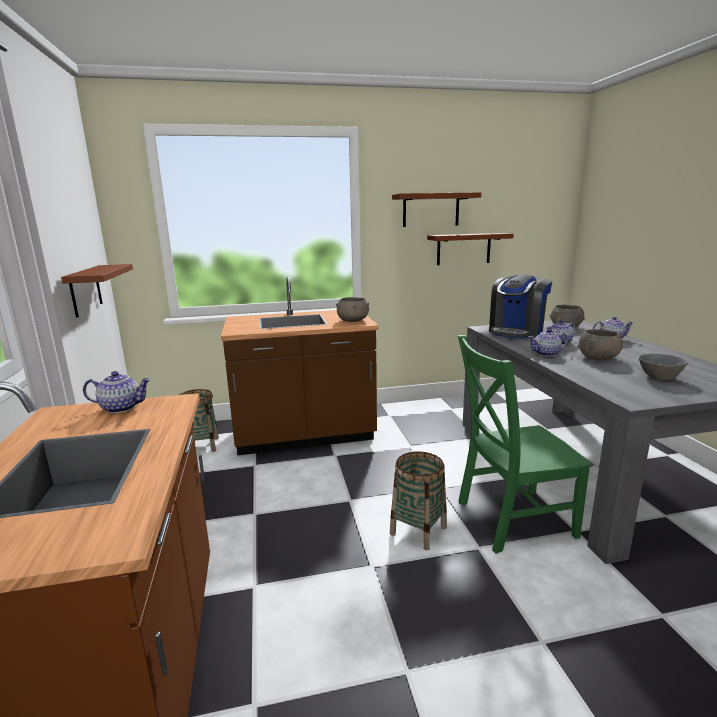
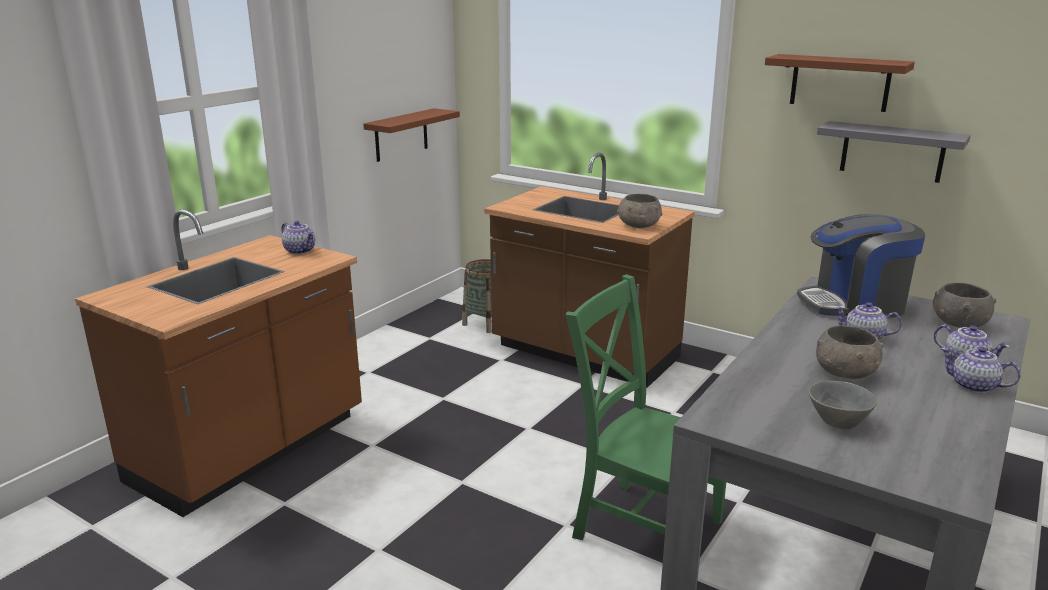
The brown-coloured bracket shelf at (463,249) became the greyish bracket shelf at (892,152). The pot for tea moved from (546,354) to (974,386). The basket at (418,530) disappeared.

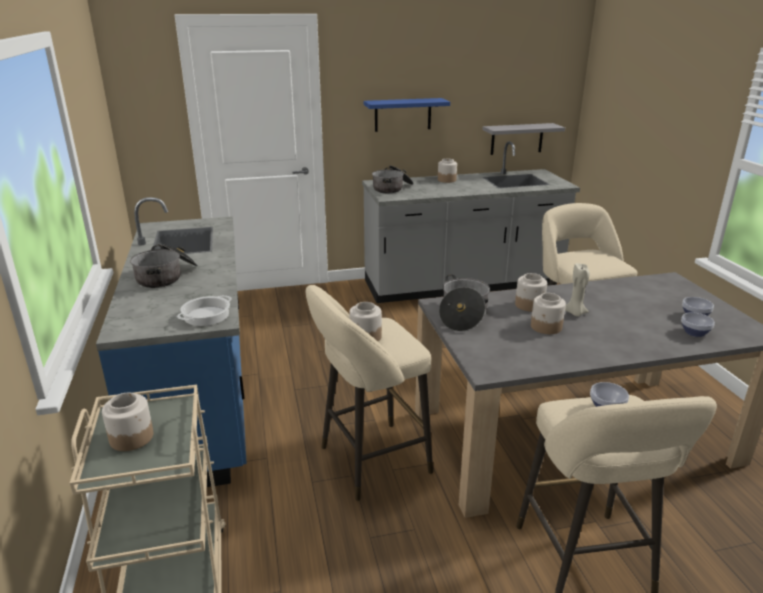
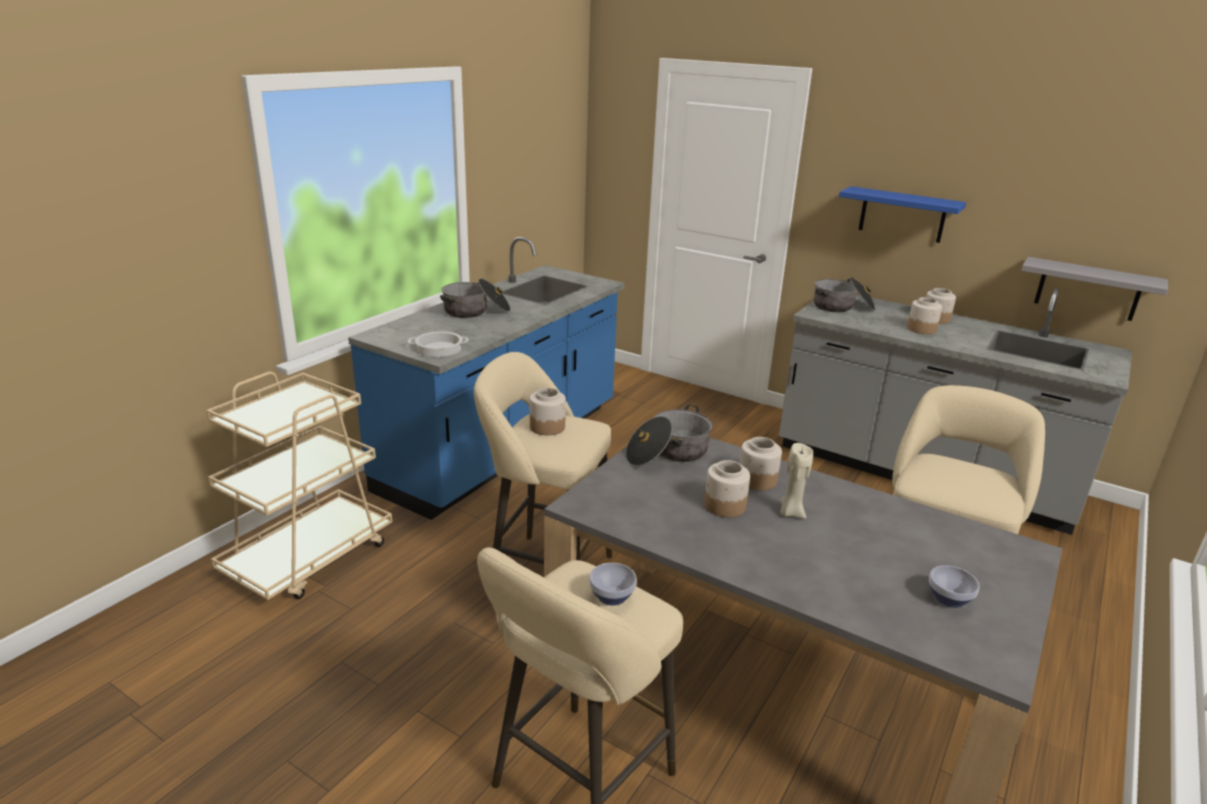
The preserve jar moved from (132,437) to (921,329). The bowl at (694,332) disappeared.

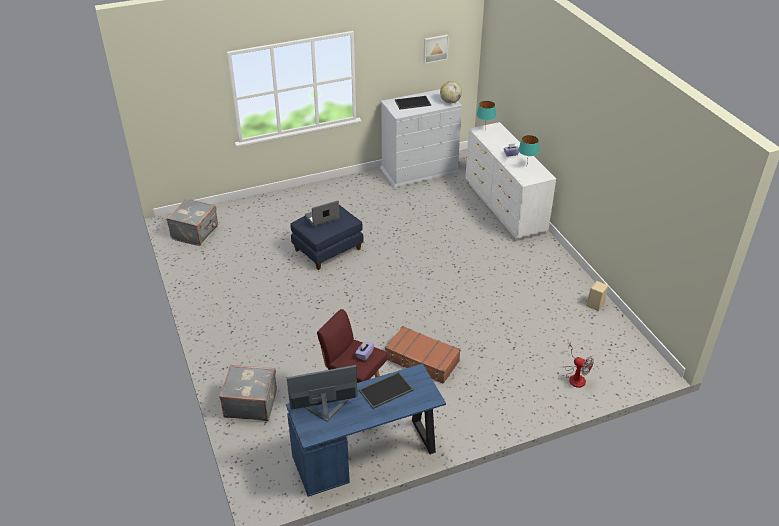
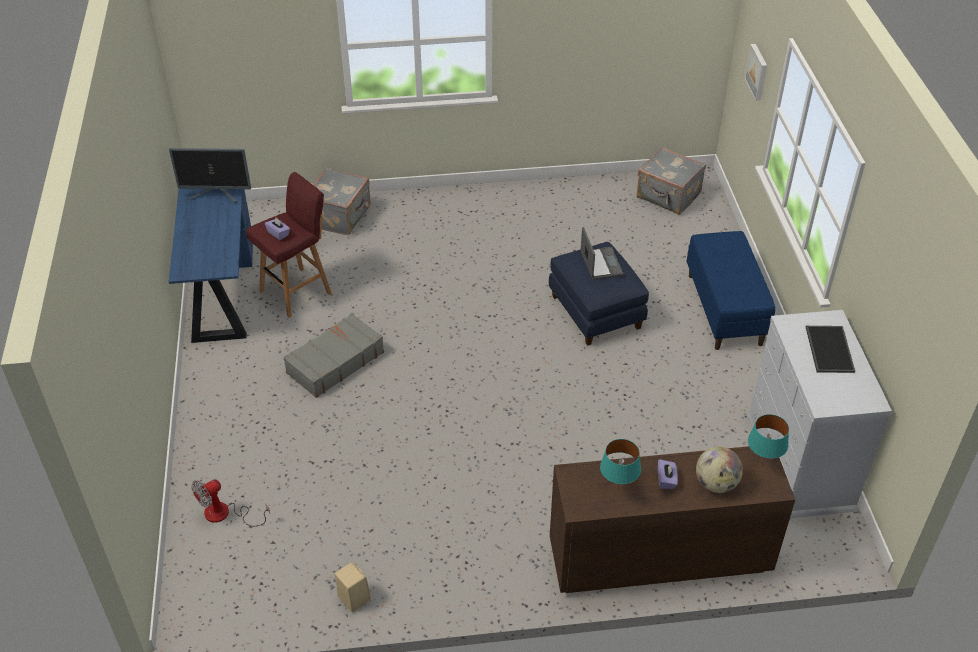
The computer display at (324,410) turned 90 degrees clockwise. The brown-coloured suitcase at (422,360) became the greyish suitcase at (334,362). The white drawer chest at (504,208) became the brown-coloured drawer chest at (658,558). The bluish indoor bench at (725,309) appeared. The world globe moved from (450,101) to (716,484). The wall art moved from (435,48) to (758,72). The carrying tray at (386,391) disappeared.

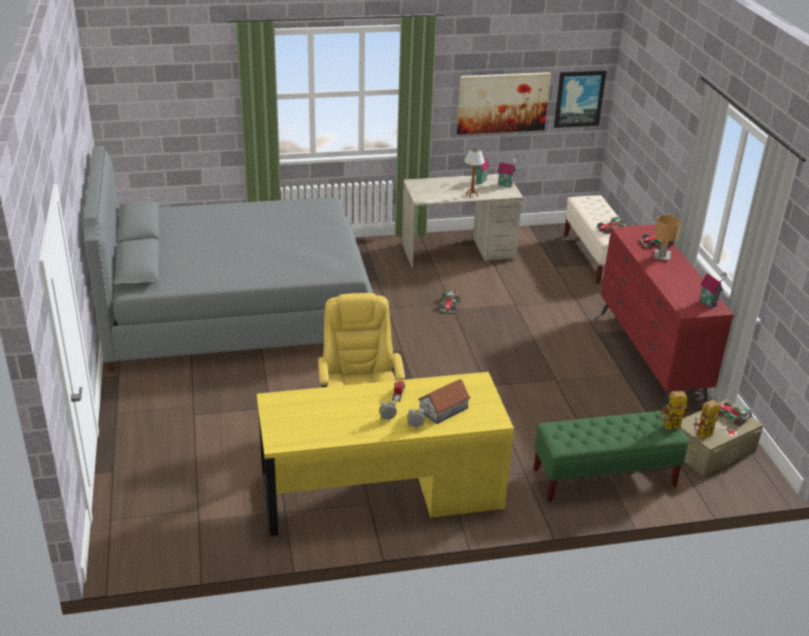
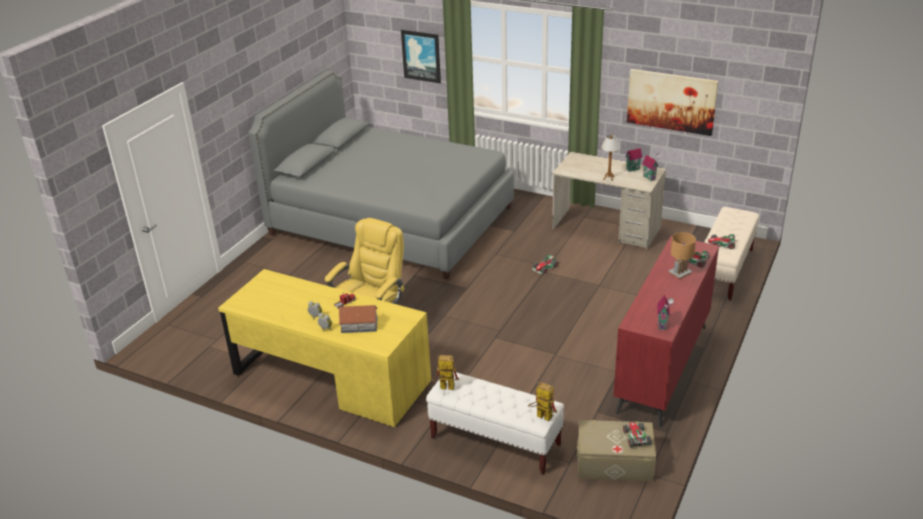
The wall art moved from (579,98) to (421,56). The green indoor bench at (603,478) became the white indoor bench at (495,441). The toy robot moved from (702,437) to (443,387).

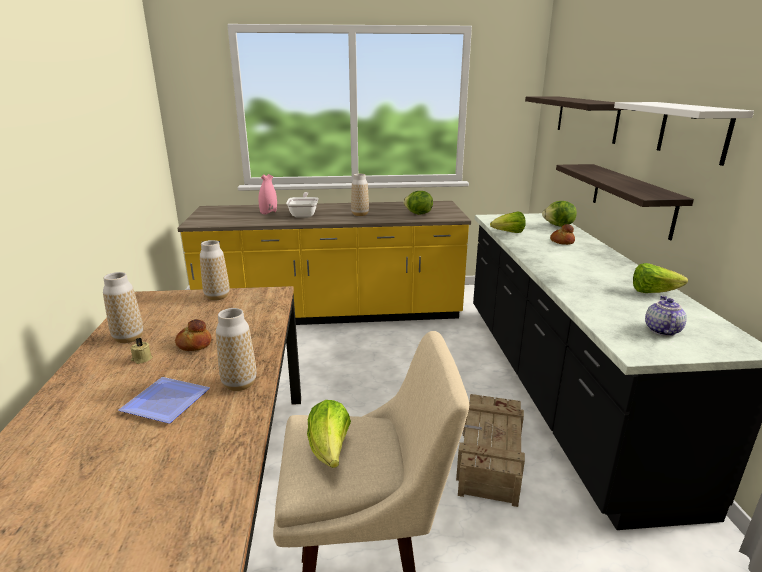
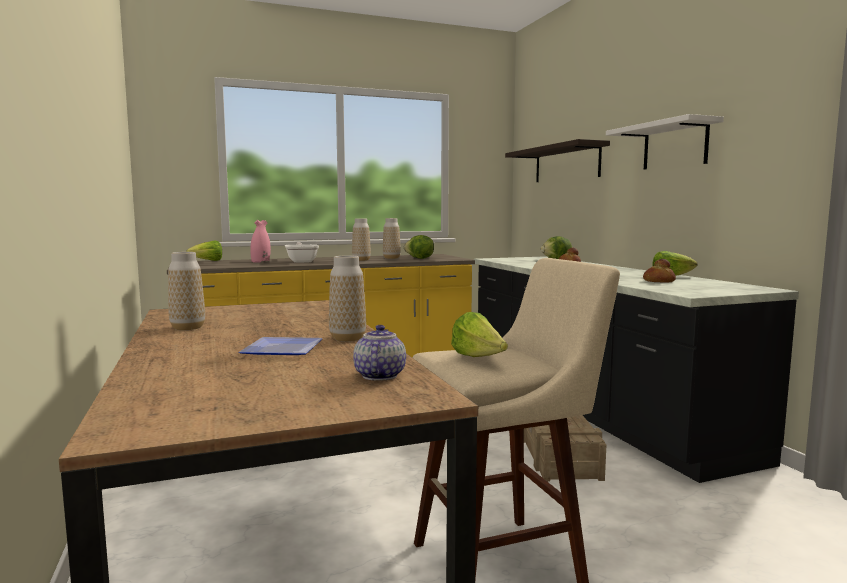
The lettuce moved from (508,233) to (208,261). The pot for tea moved from (661,330) to (378,375). The flower vase moved from (217,296) to (391,258). The bread moved from (193,344) to (658,281). The beige-coloured wax light at (141,359) disappeared. The bracket shelf at (631,199) disappeared.

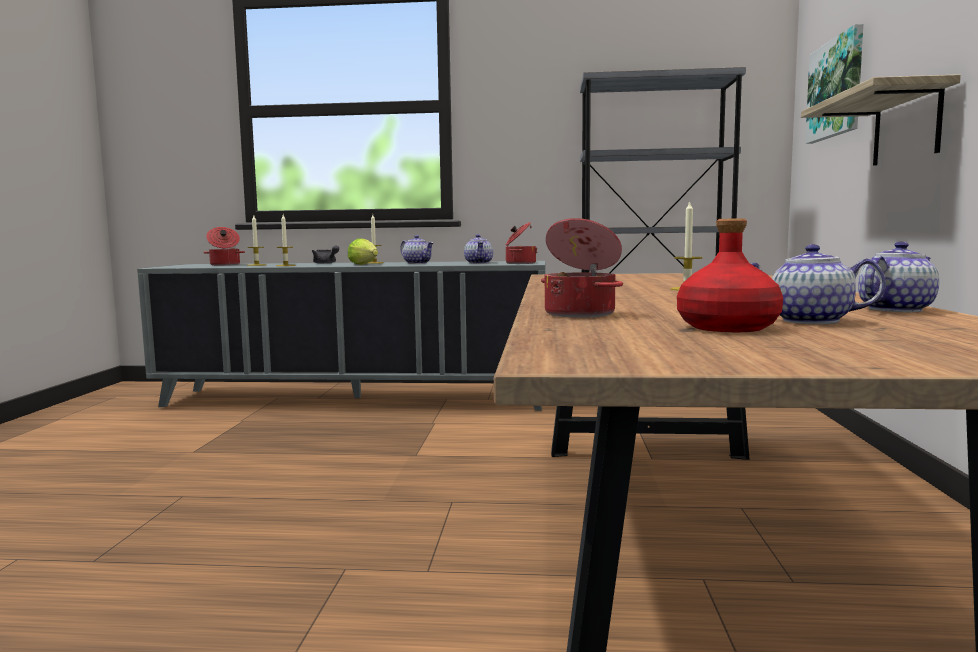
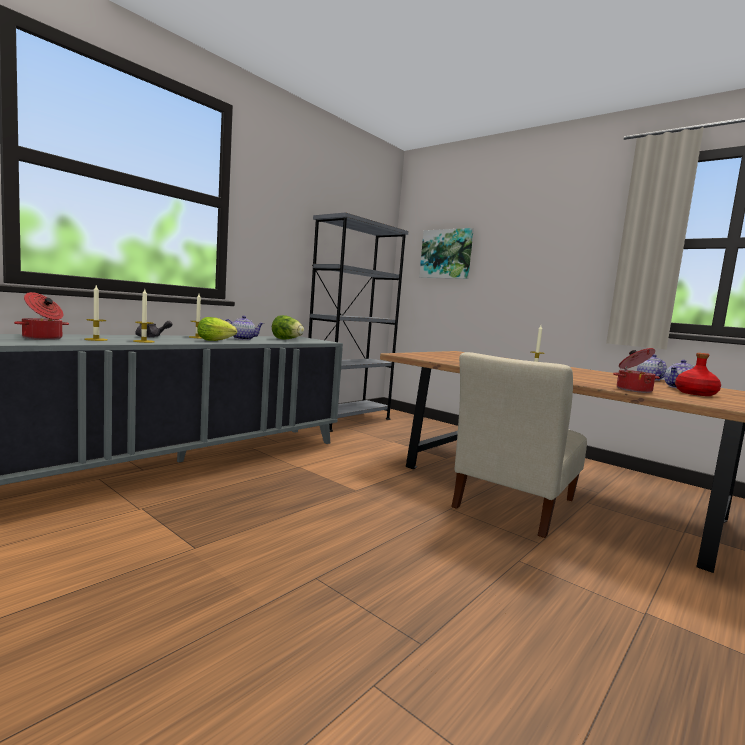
The pot for tea at (479,263) was replaced by the lettuce at (287,339). The beige-coloured chair at (513,506) appeared. The stockpot at (519,263) disappeared. The bracket shelf at (906,127) disappeared.

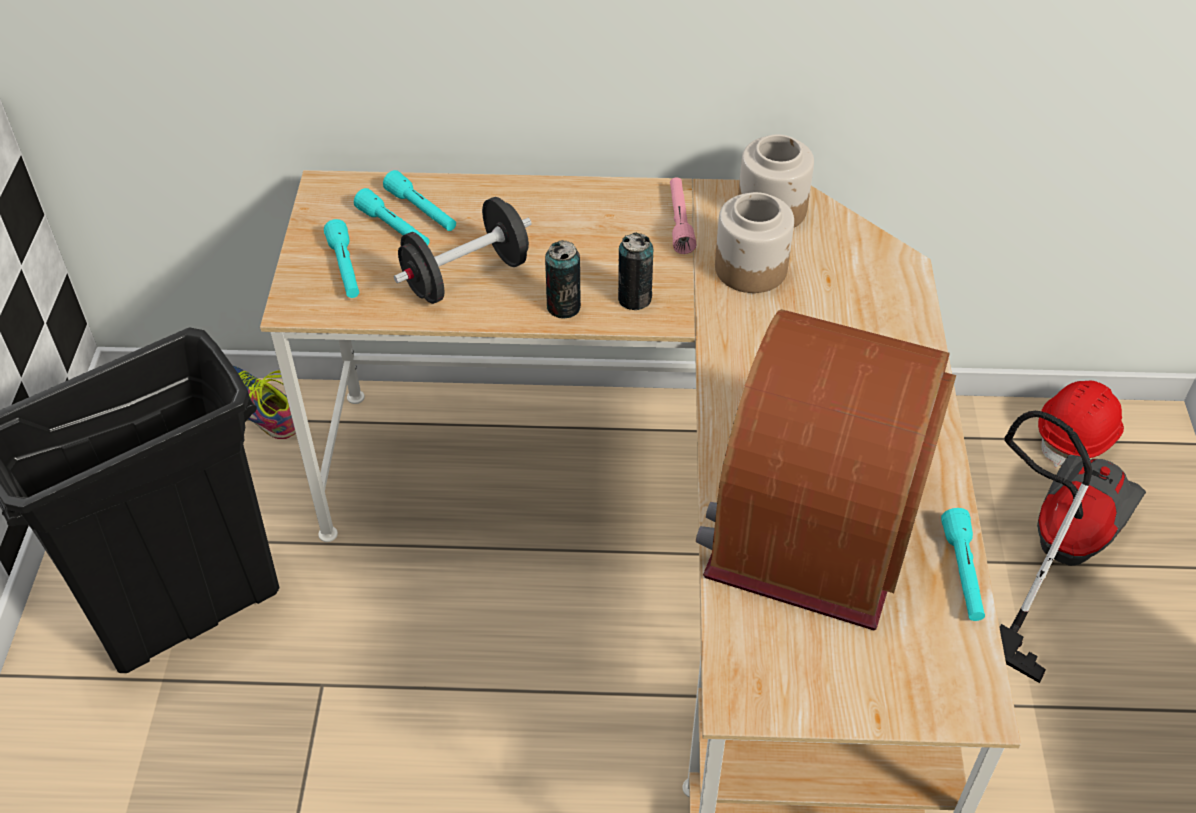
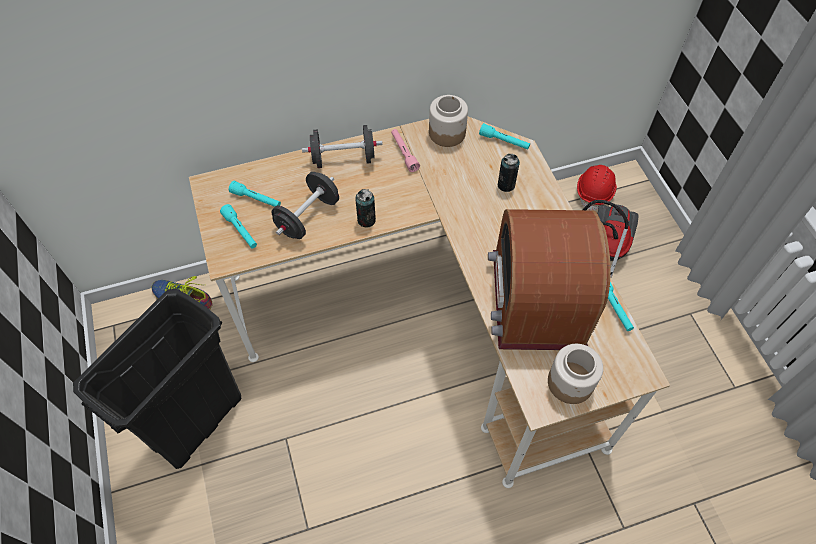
The black free weight at (343,159) appeared. The turquoise-coloured hand torch moved from (422,211) to (504,141). The can moved from (634,299) to (506,185). The preserve jar moved from (751,268) to (571,382).

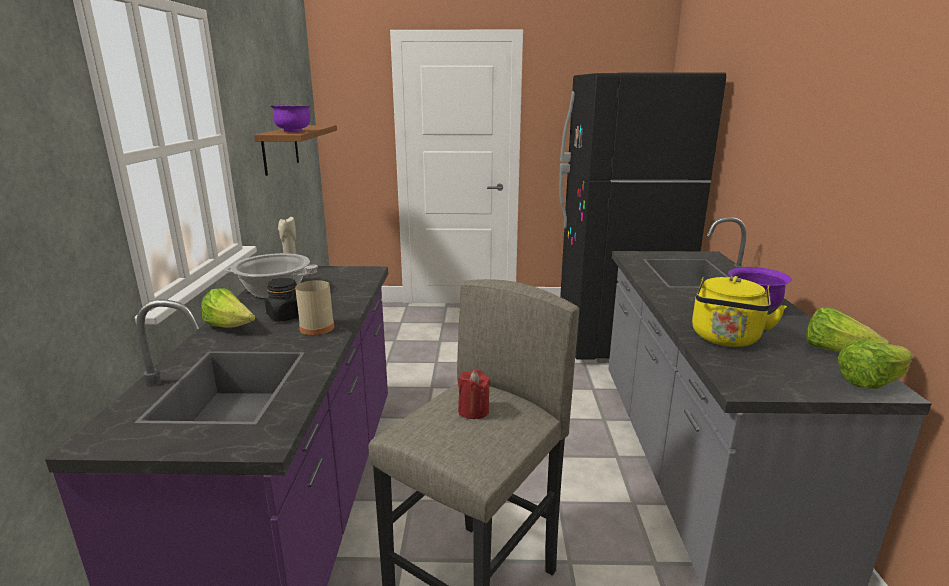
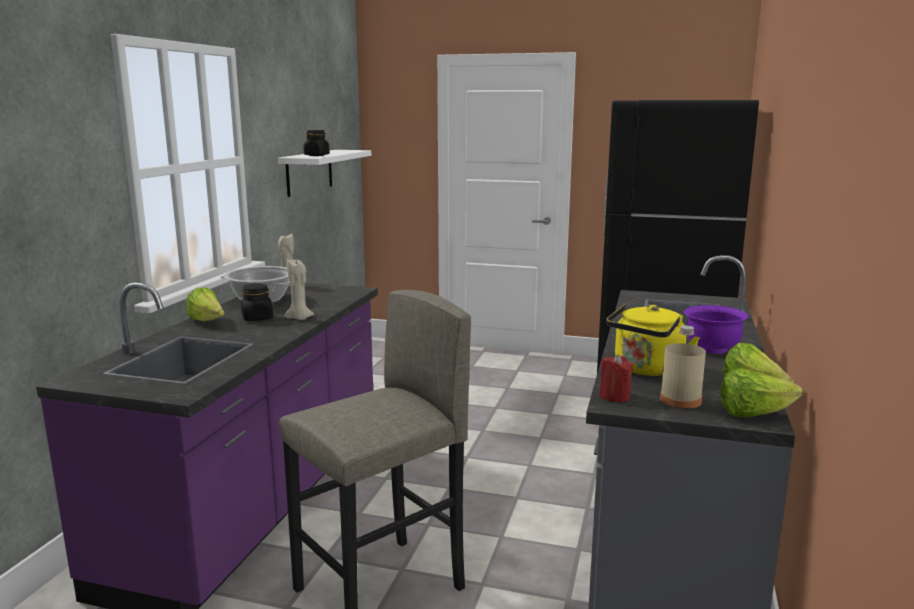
The brown-coloured bracket shelf at (280,149) became the white bracket shelf at (309,172). The beige-coloured wax light at (299,318) appeared. The purple bowl at (293,131) was replaced by the black preserve jar at (316,155). The red wax light moved from (473,411) to (614,396). The beige-coloured bottle moved from (317,328) to (680,400).

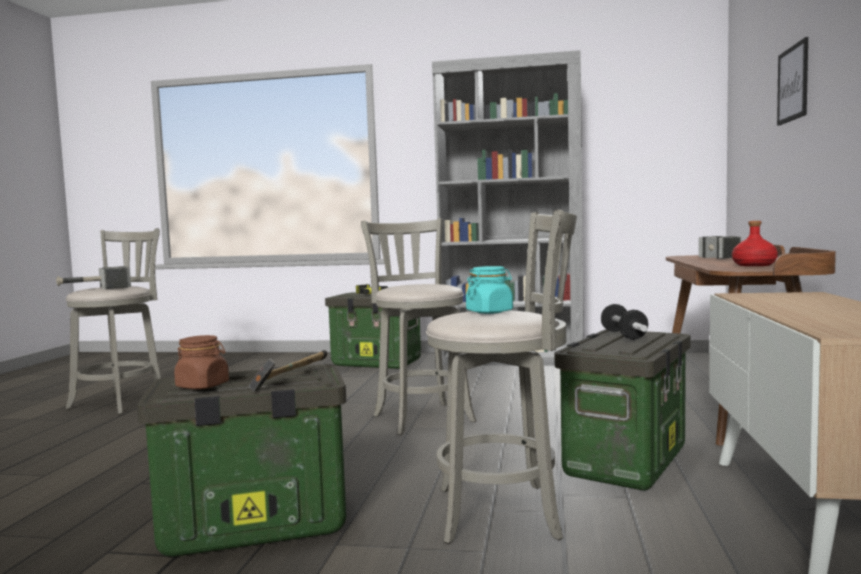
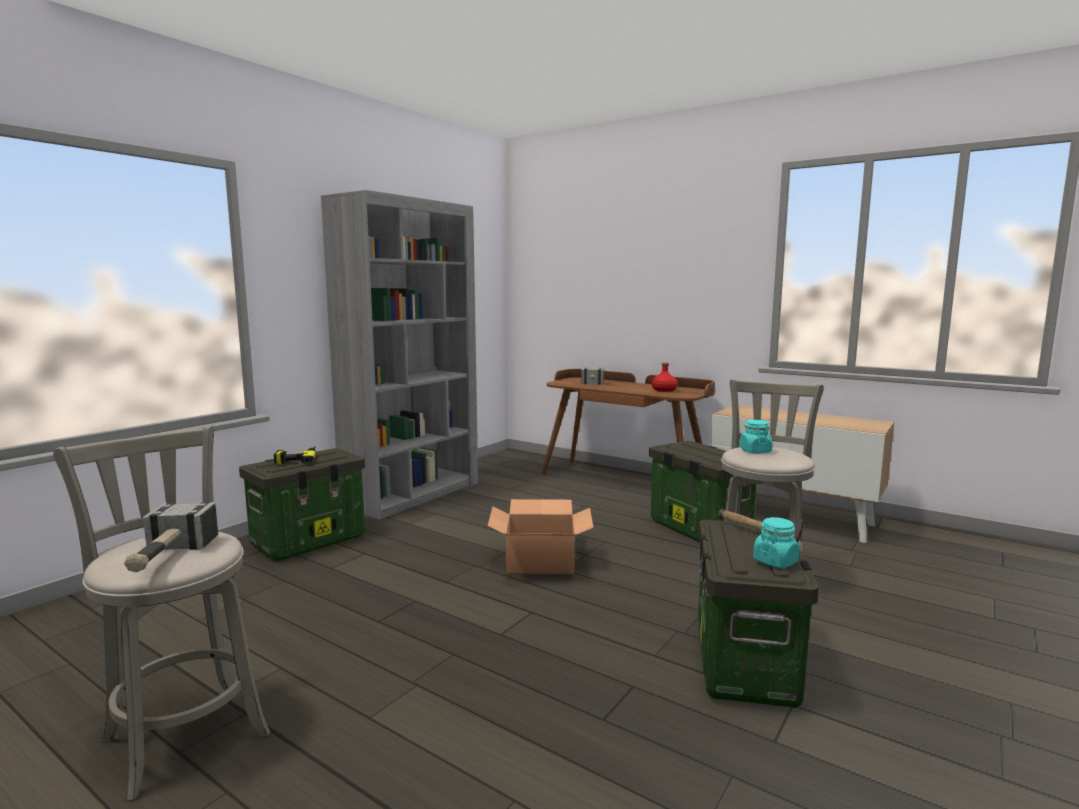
The greyish stool seat at (421,417) was replaced by the carton at (540,560). The brown-coloured preserve jar at (203,386) became the turquoise-coloured preserve jar at (775,561). The free weight at (623,335) disappeared. The wall art at (793,83) disappeared.

